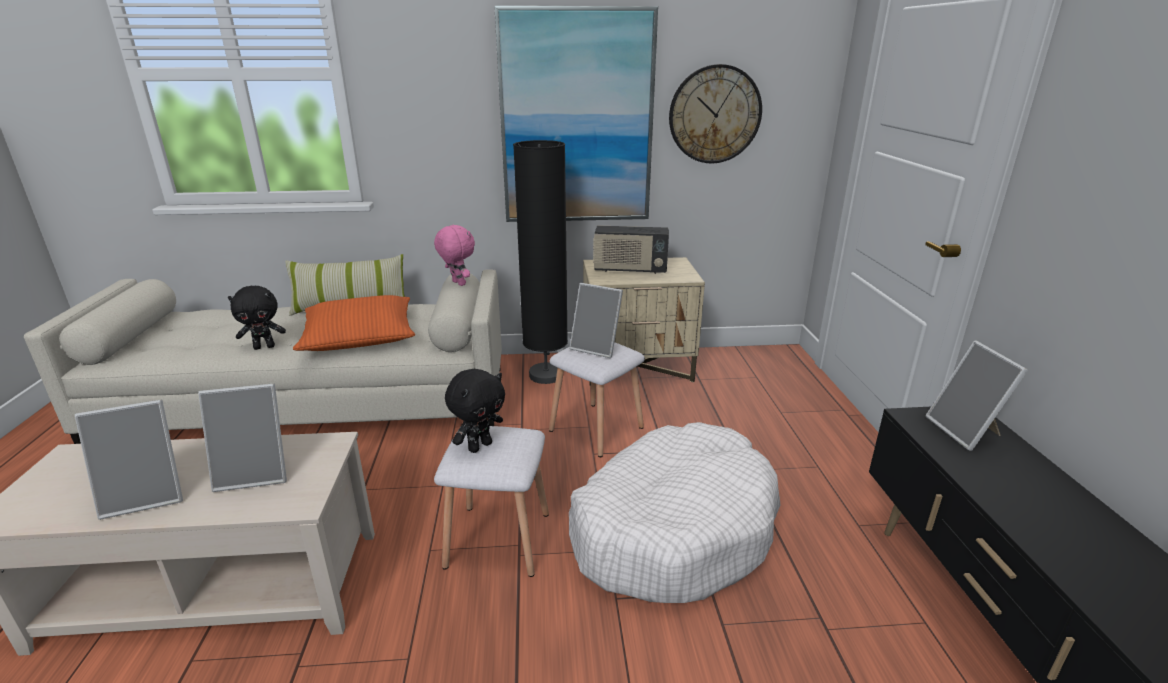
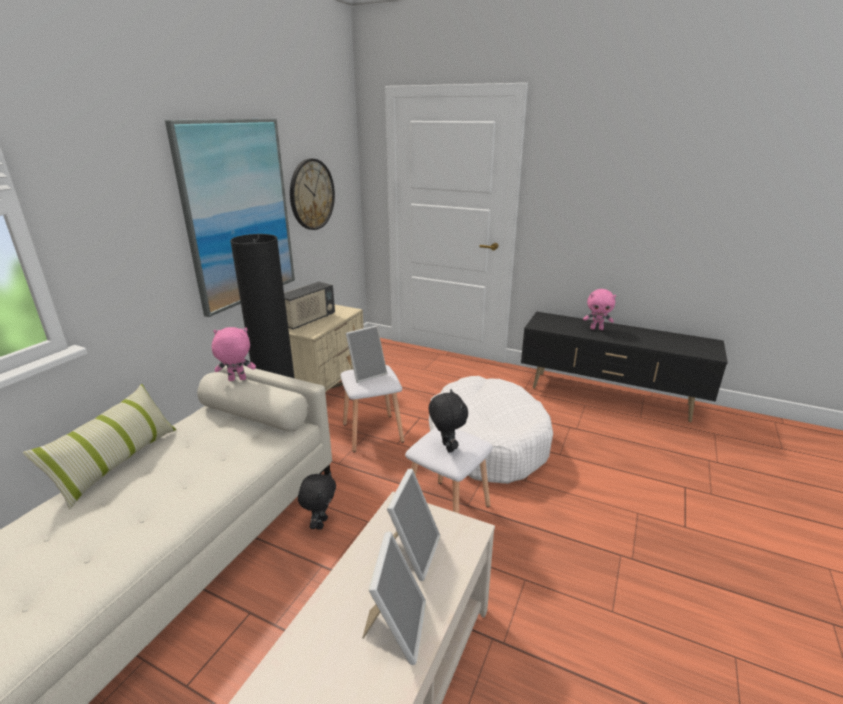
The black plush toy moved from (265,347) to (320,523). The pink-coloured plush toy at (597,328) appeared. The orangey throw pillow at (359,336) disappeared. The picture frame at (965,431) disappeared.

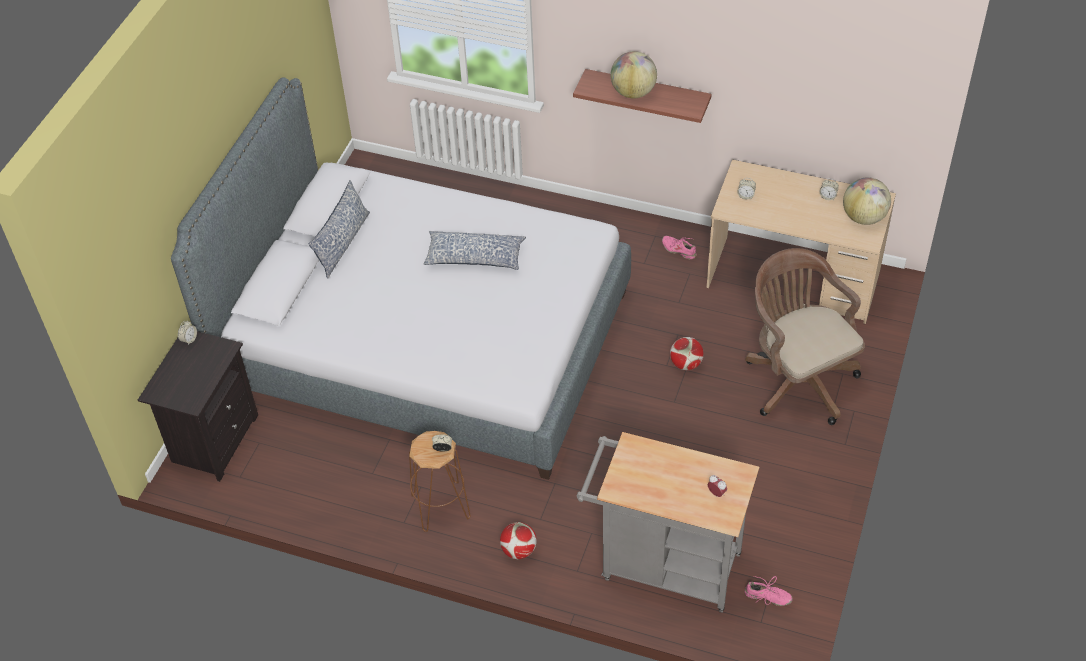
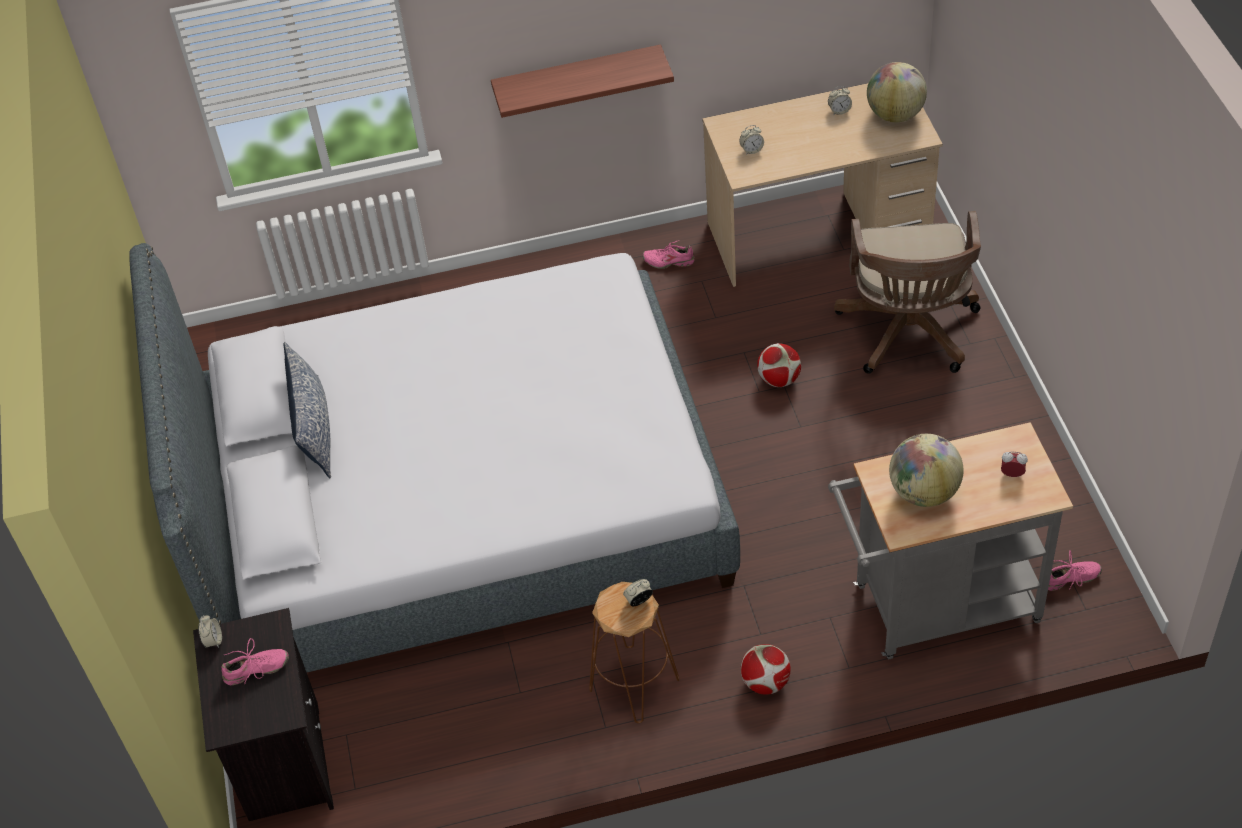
The pink-coloured shoe at (256,670) appeared. The brown-coloured computer chair at (797,378) turned 120 degrees counterclockwise. The world globe moved from (633,92) to (923,492). The throw pillow at (475,258) disappeared.

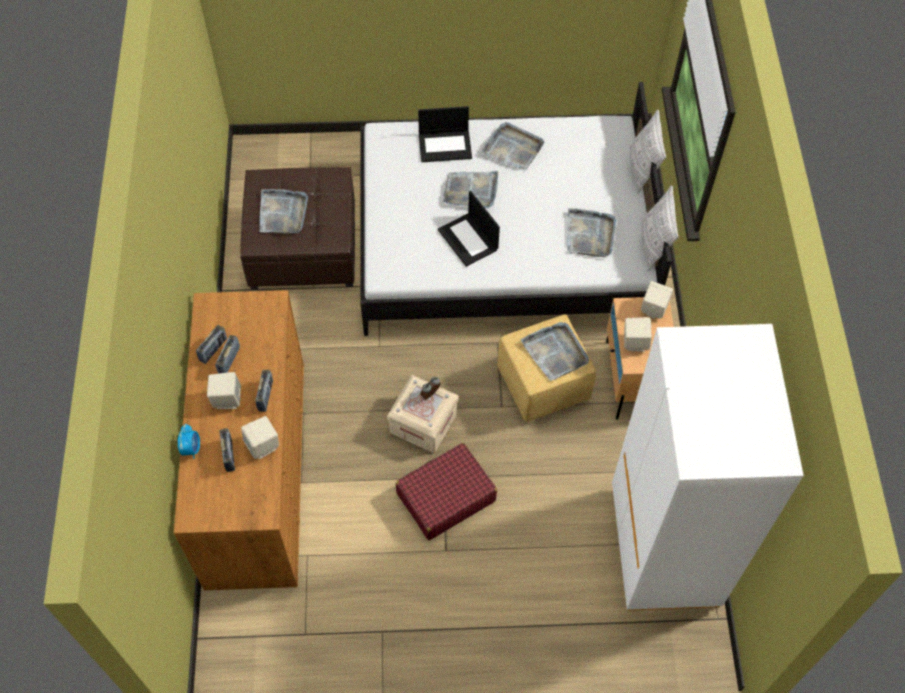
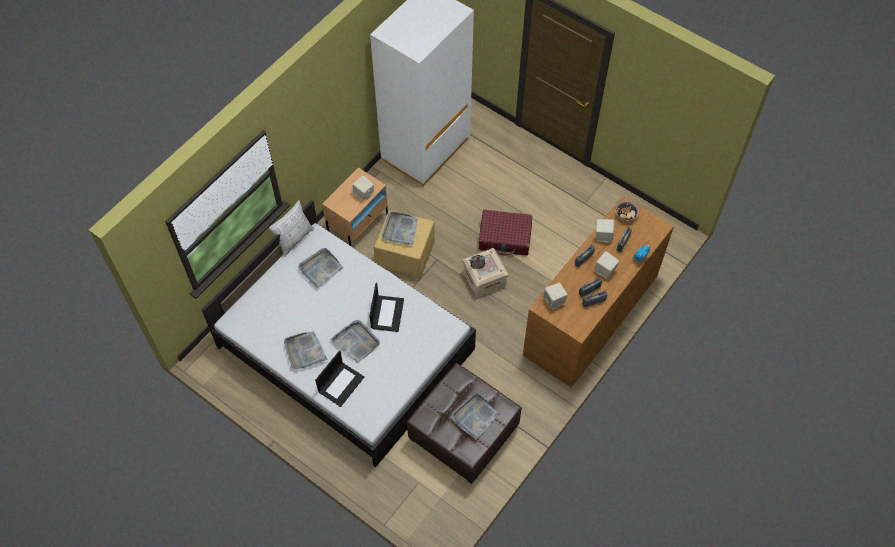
The laptop at (445,145) turned 90 degrees clockwise. The beige-coloured speaker moved from (653,309) to (554,301). The bowl at (626,214) appeared. The throw pillow at (642,170) disappeared.

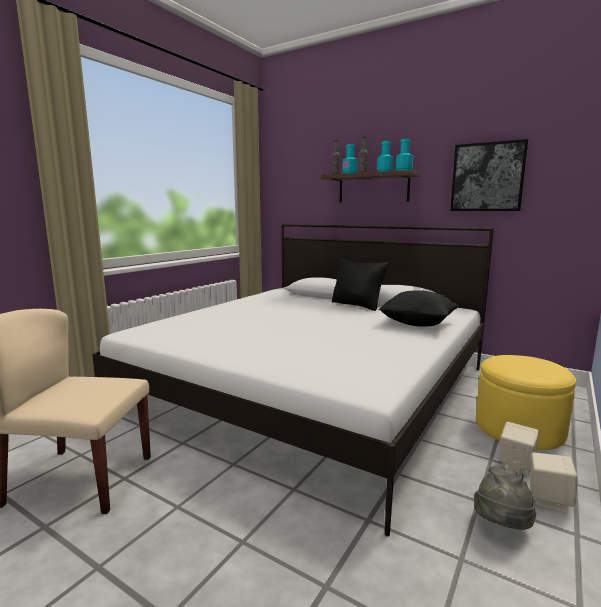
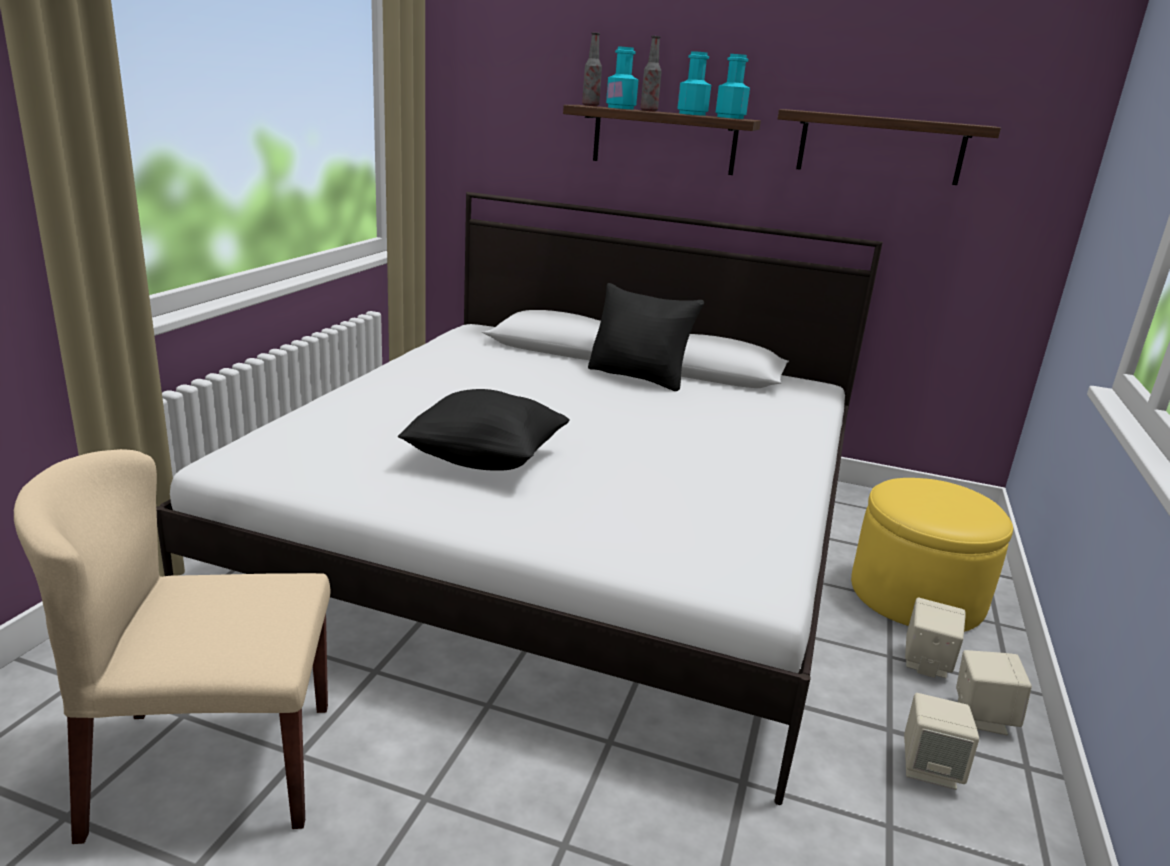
The black throw pillow moved from (418,324) to (485,460). The wall art at (487,177) was replaced by the bracket shelf at (880,147). The greyish hat at (501,527) was replaced by the beige-coloured speaker at (930,768).

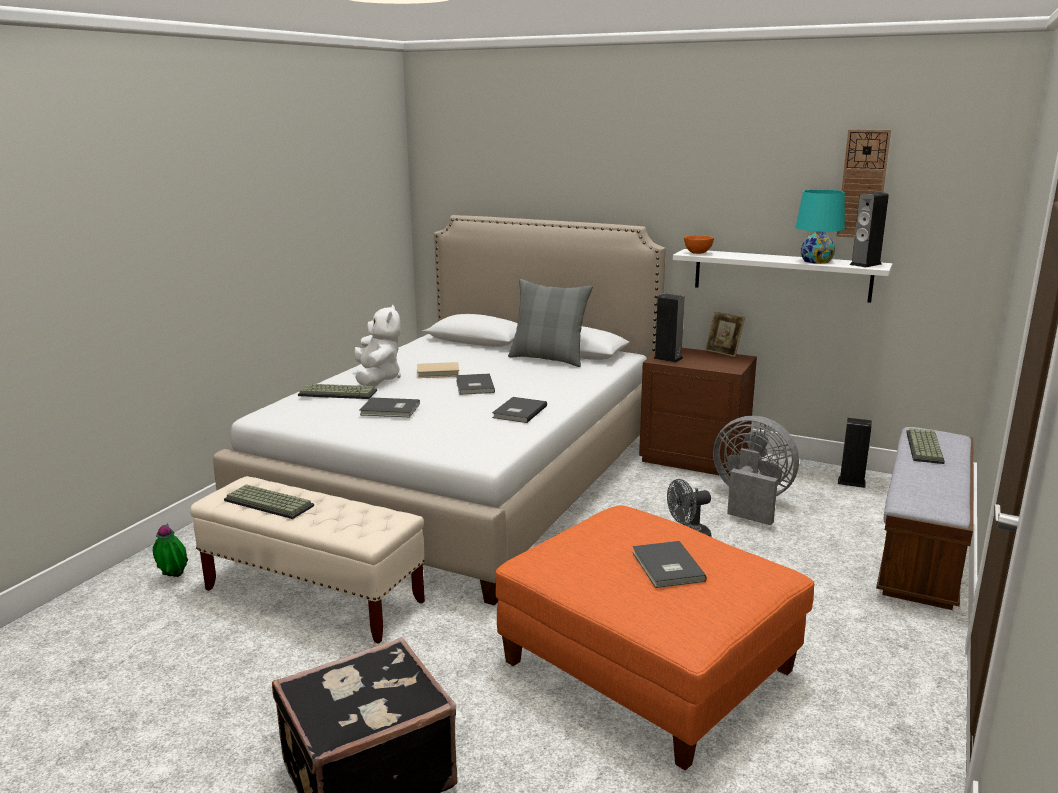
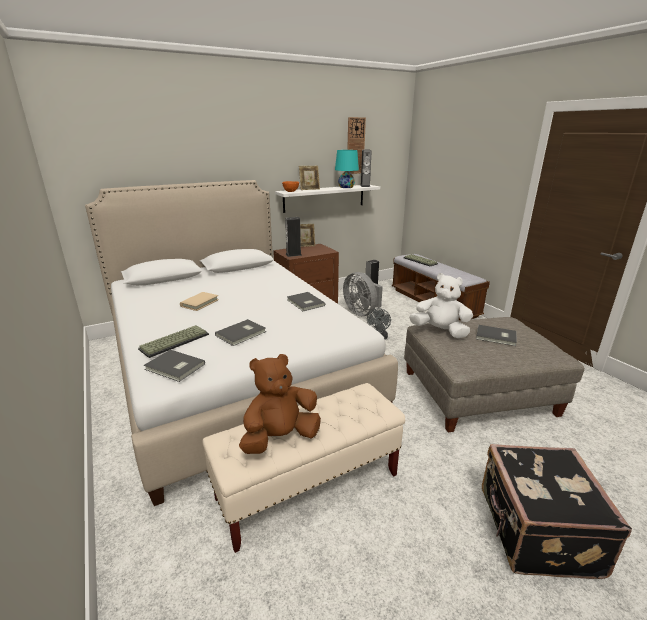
The greyish bound book moved from (473,386) to (174,367). The PC keyboard at (270,503) was replaced by the brown-coloured plush toy at (280,438). The picture frame at (309,189) appeared. The greyish fan at (750,501) turned 105 degrees counterclockwise. The orangey ottoman at (649,667) became the greyish ottoman at (478,392). The white plush toy moved from (377,379) to (440,331). The plant in a pot at (173,577) disappeared. The greyish throw pillow at (548,359) disappeared.

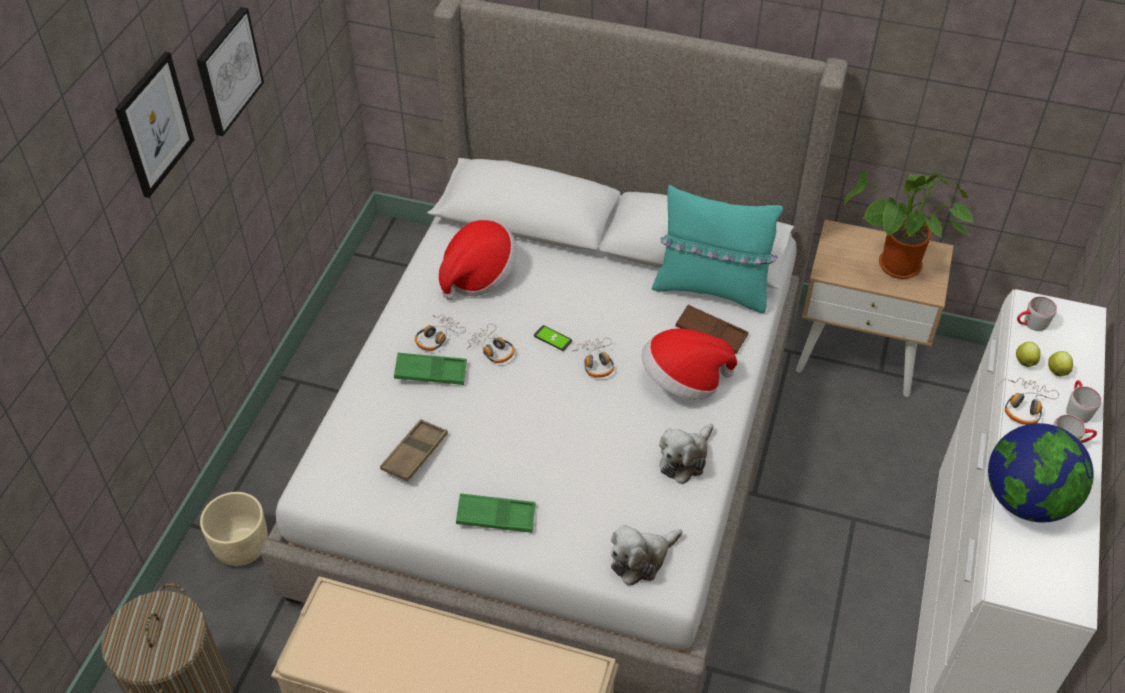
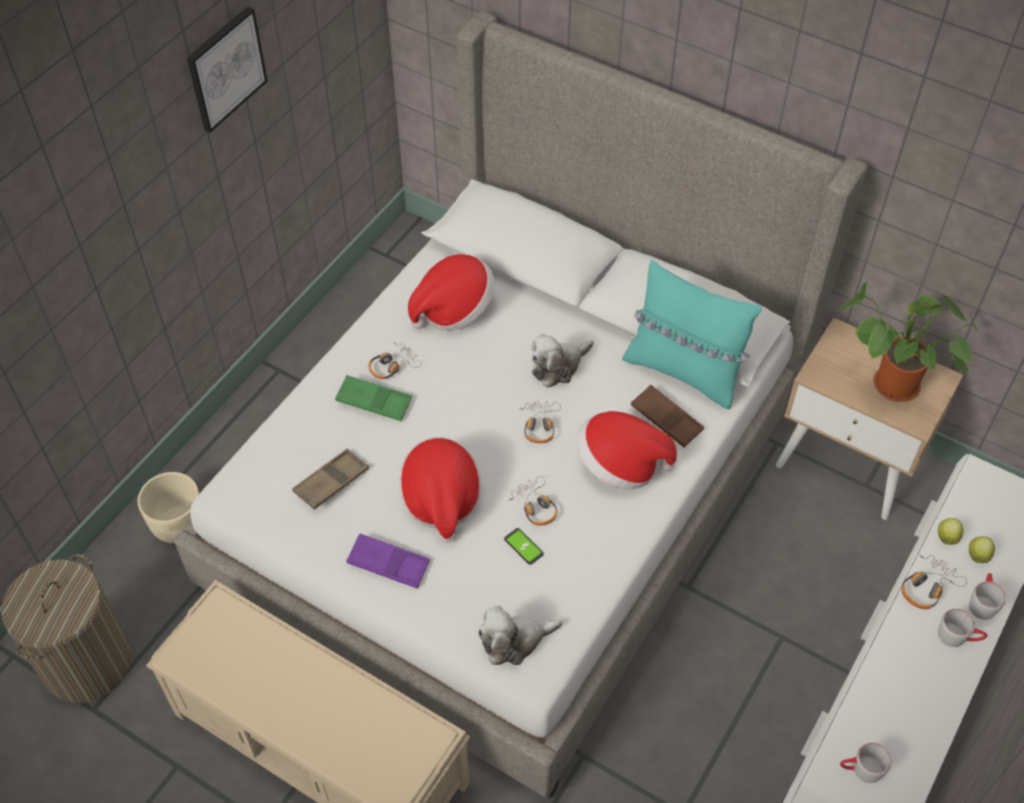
The green carrying tray at (496,517) became the purple carrying tray at (388,564). The hat at (441,499) appeared. The phone moved from (553,338) to (523,547). The headphones moved from (492,349) to (535,506). The plush toy moved from (685,459) to (558,366). The greyish mug moved from (1030,324) to (860,770). The wall art at (154,124) disappeared. The world globe at (1026,501) disappeared.

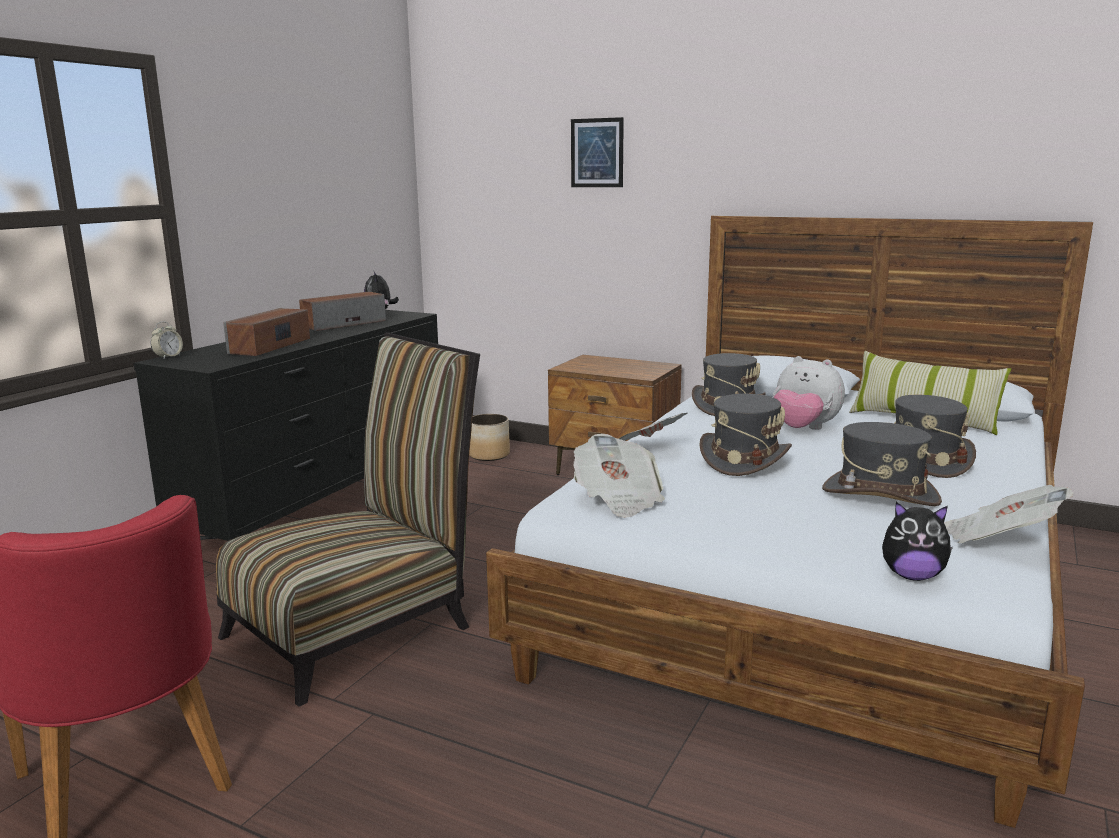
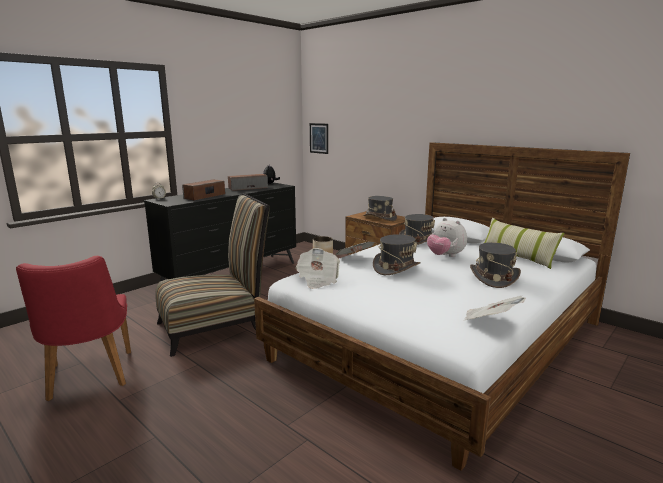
The wall art moved from (597,153) to (319,138). The greyish hat moved from (880,495) to (379,218). The plush toy at (912,576) disappeared.

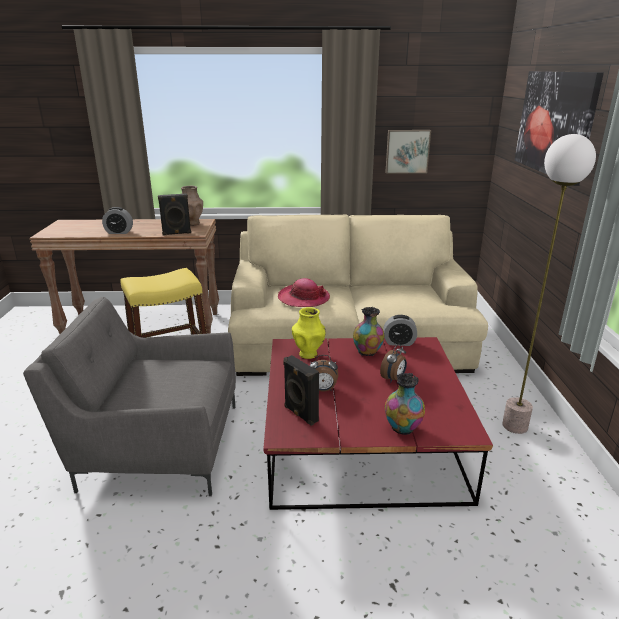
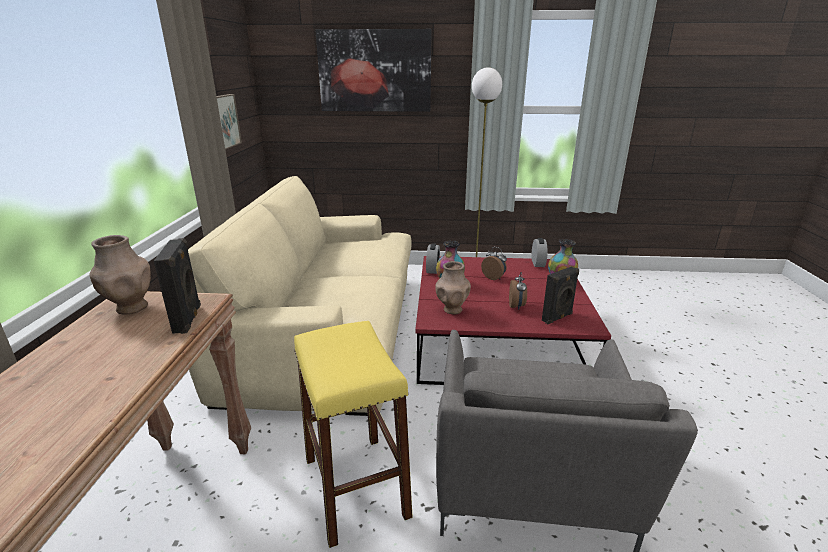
The yellowish flower vase at (308,354) became the brown-coloured flower vase at (452,310). The table clock moved from (119,232) to (538,263). The hat at (303,298) disappeared.

